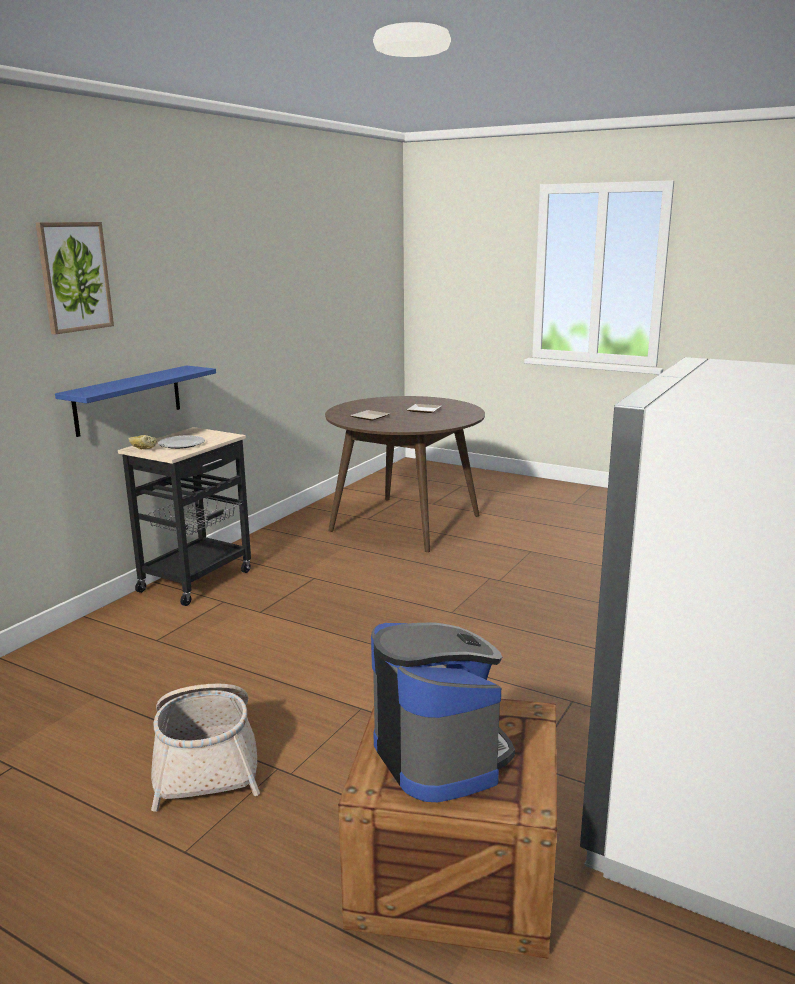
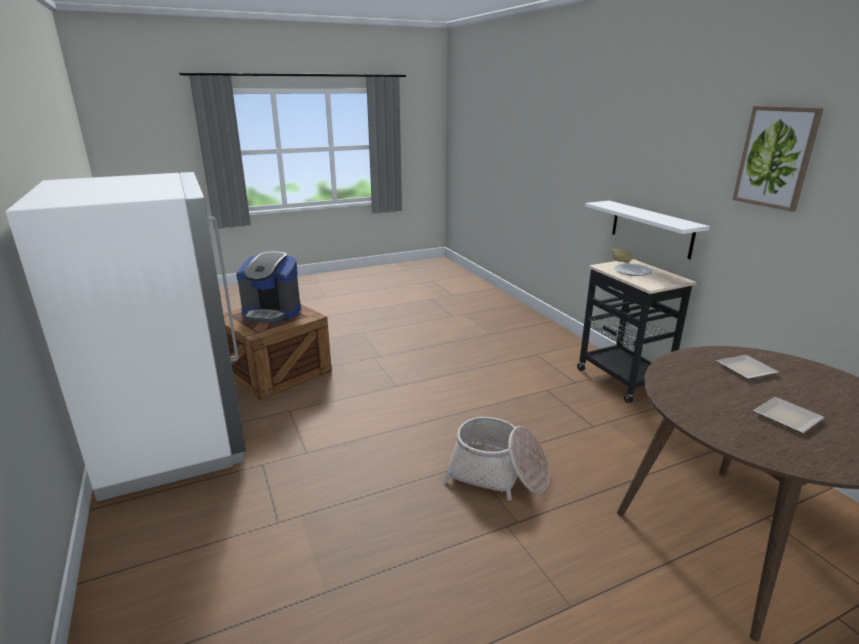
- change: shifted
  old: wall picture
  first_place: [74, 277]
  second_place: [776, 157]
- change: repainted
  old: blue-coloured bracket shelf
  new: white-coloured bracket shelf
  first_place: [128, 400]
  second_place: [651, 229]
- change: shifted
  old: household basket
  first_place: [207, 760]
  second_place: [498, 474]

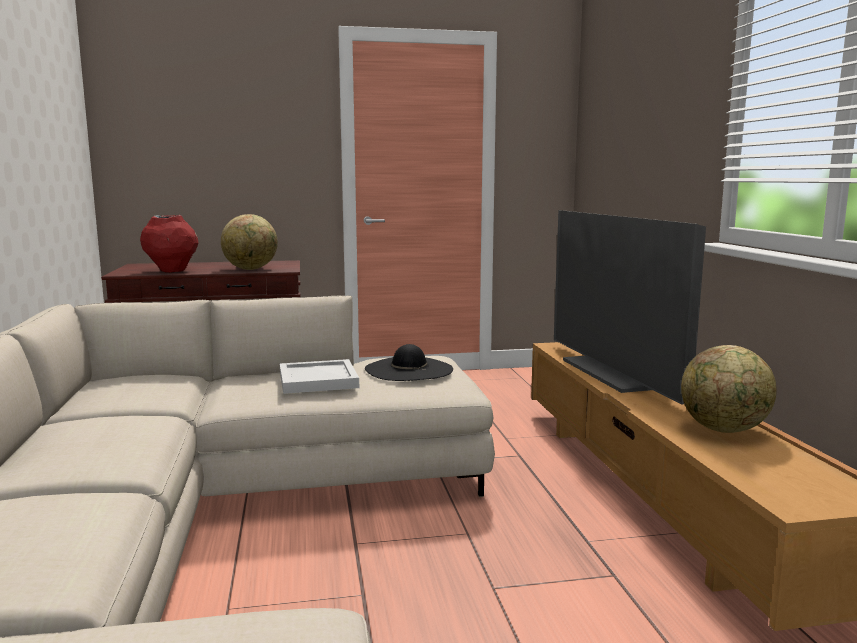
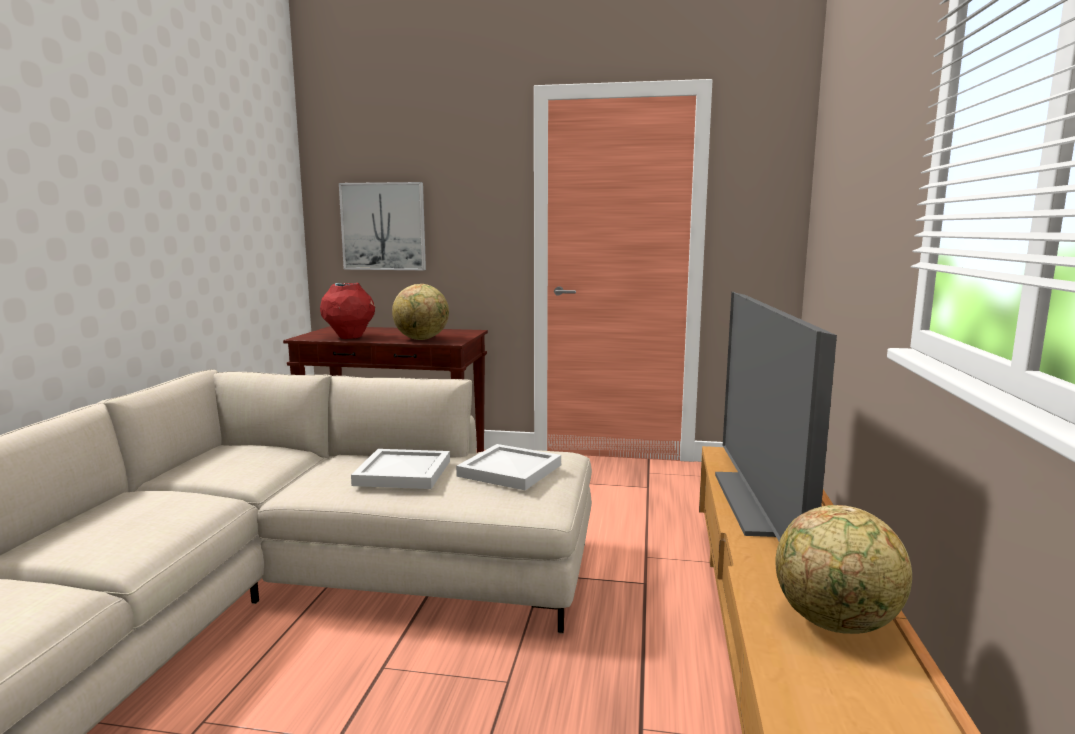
- change: swapped
  old: blackish hat
  new: white-coloured tray
  first_place: [408, 369]
  second_place: [509, 470]
- change: new
  new: wall picture
  second_place: [383, 226]

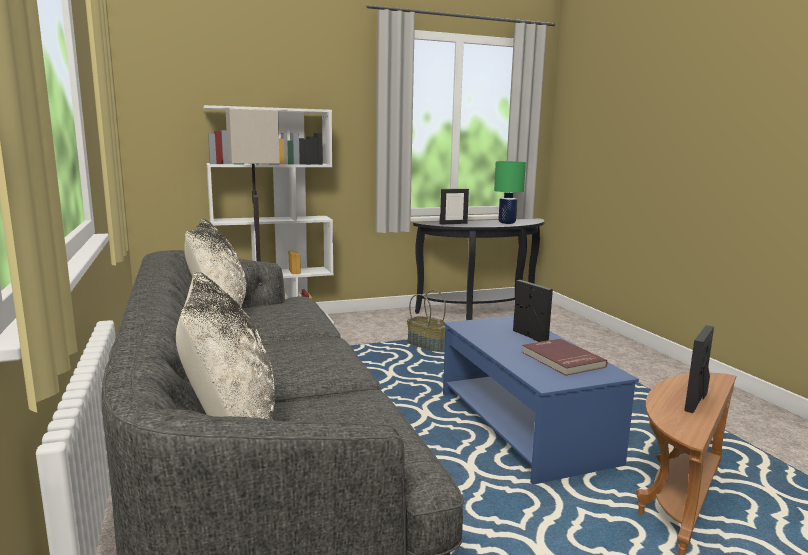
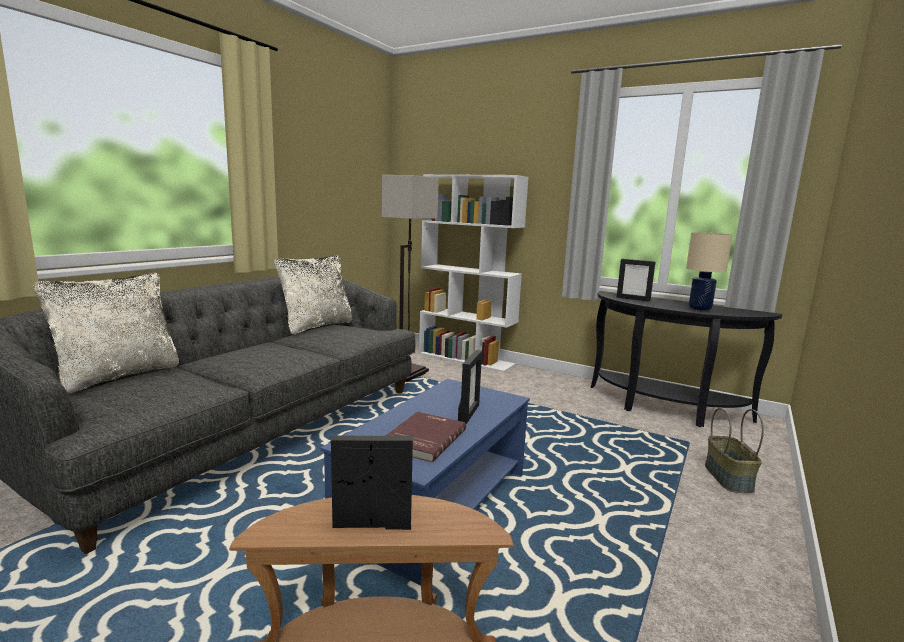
- change: repainted
  old: green-coloured table lamp
  new: beige table lamp
  first_place: [506, 223]
  second_place: [699, 309]
- change: shifted
  old: household basket
  first_place: [428, 345]
  second_place: [729, 478]

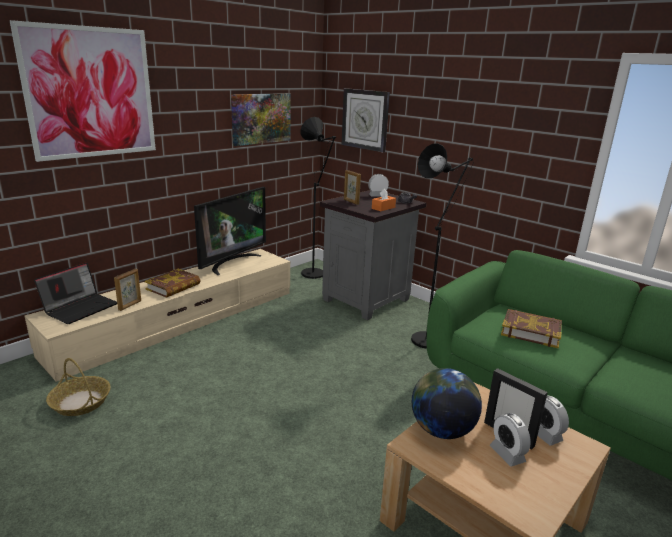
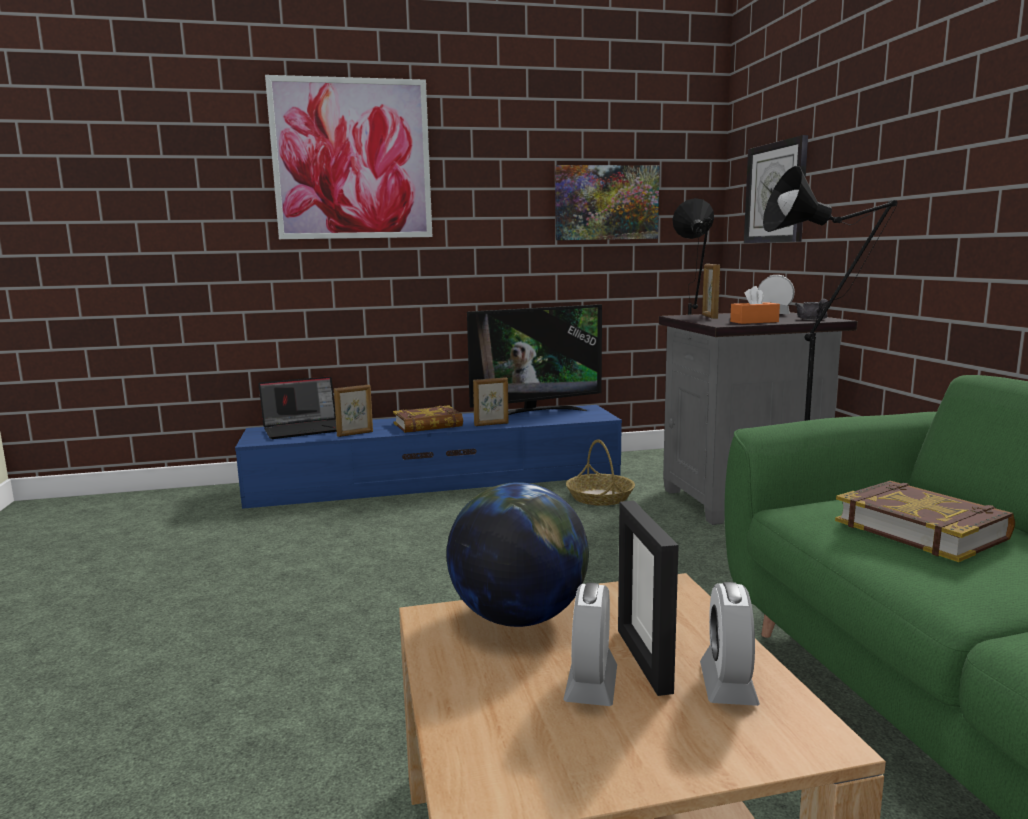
- change: repainted
  old: beige tv unit
  new: blue-coloured tv unit
  first_place: [178, 320]
  second_place: [436, 479]
- change: shifted
  old: household basket
  first_place: [80, 402]
  second_place: [599, 497]
- change: new
  new: picture frame
  second_place: [491, 424]

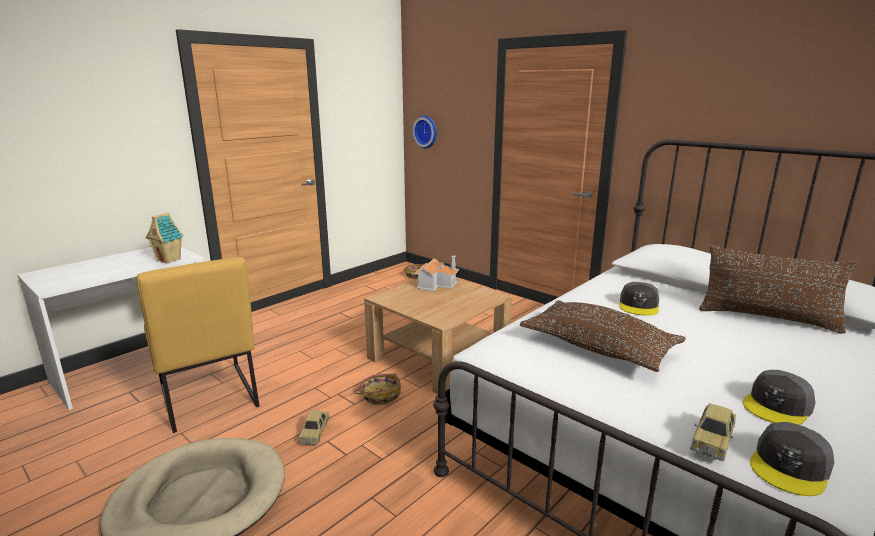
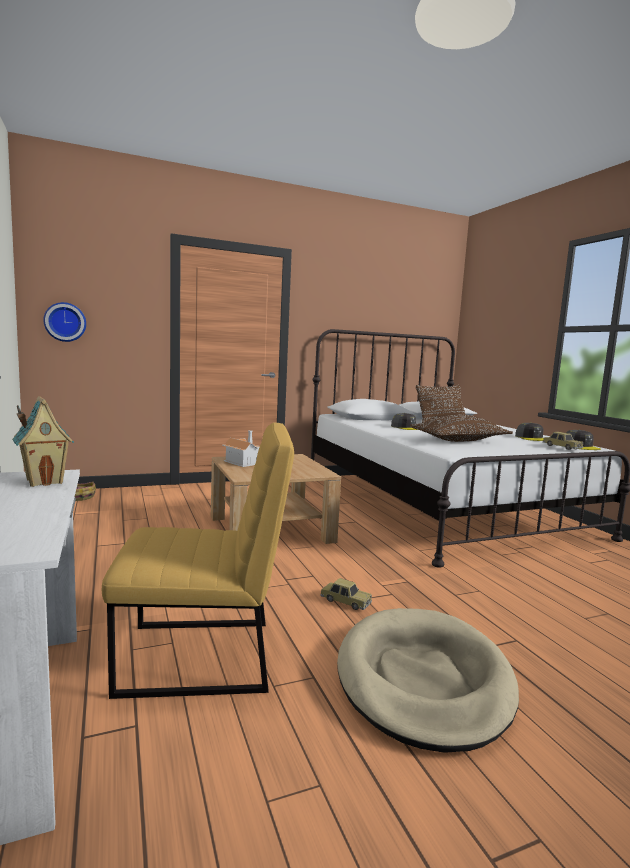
- change: gone
  old: household basket
  first_place: [380, 395]

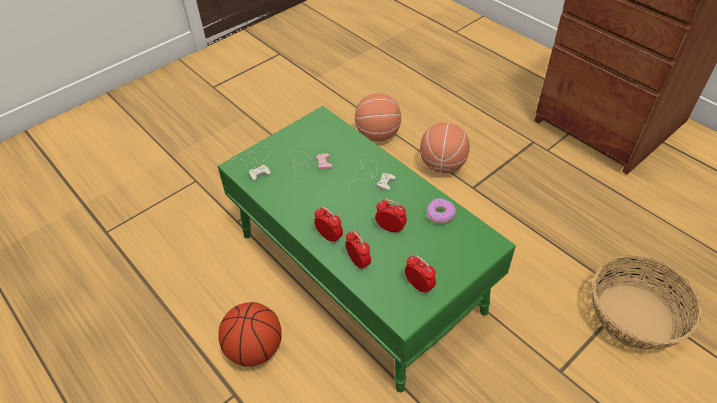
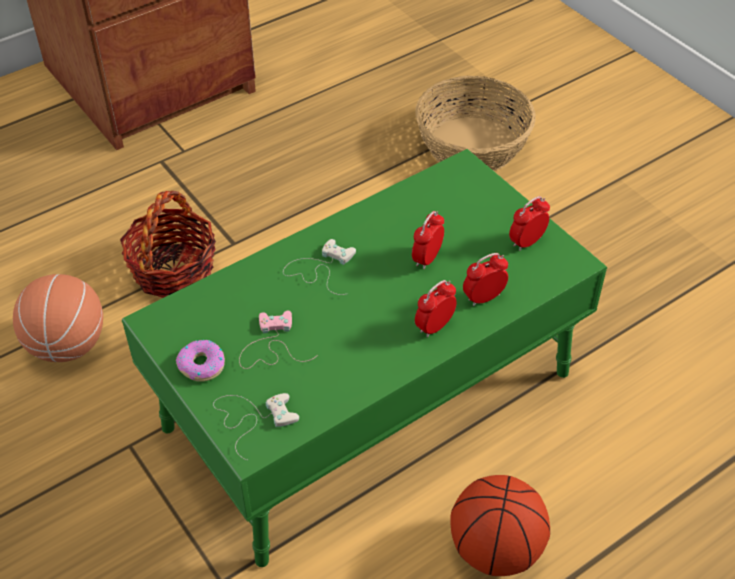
- change: swapped
  old: ball for basketball
  new: household basket
  first_place: [442, 165]
  second_place: [173, 270]
- change: shifted
  old: donut
  first_place: [440, 214]
  second_place: [201, 365]

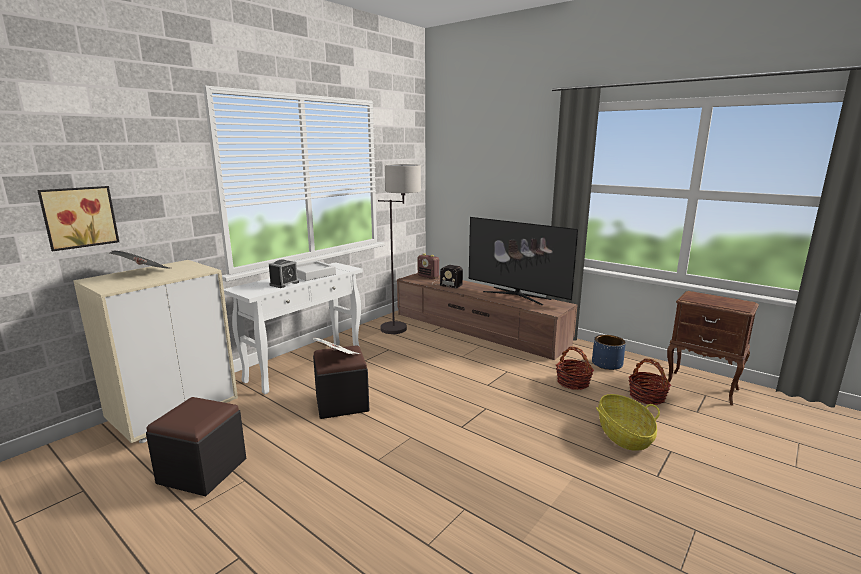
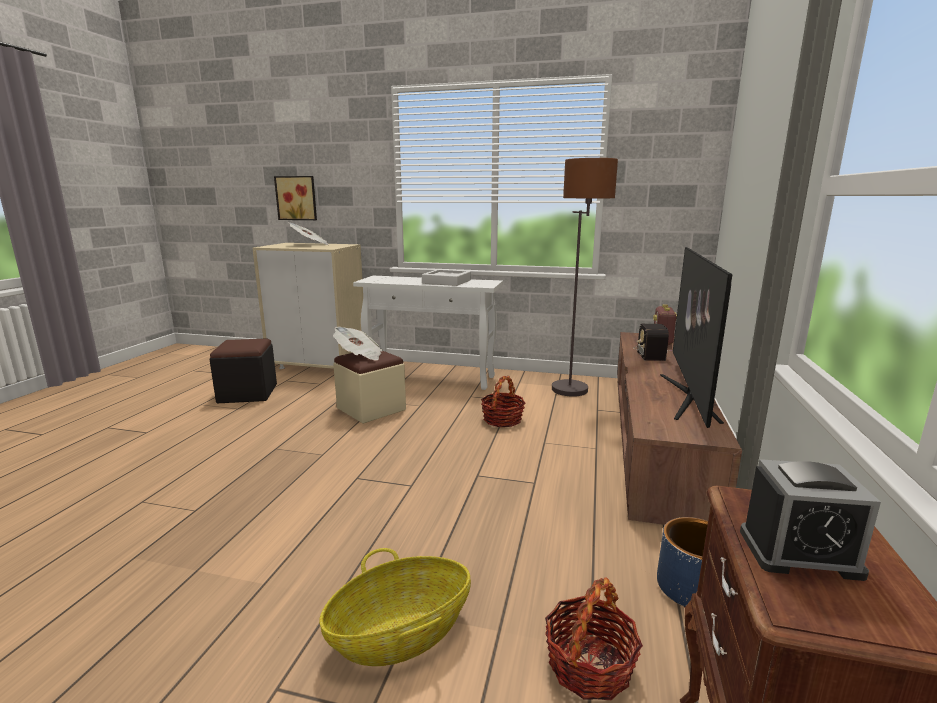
- change: repainted
  old: greyish standing lamp
  new: brown standing lamp
  first_place: [401, 330]
  second_place: [574, 393]
- change: shifted
  old: table clock
  first_place: [284, 284]
  second_place: [799, 553]
- change: repainted
  old: blackish ottoman
  new: beige ottoman
  first_place: [342, 403]
  second_place: [371, 409]
- change: shifted
  old: household basket
  first_place: [573, 382]
  second_place: [502, 420]

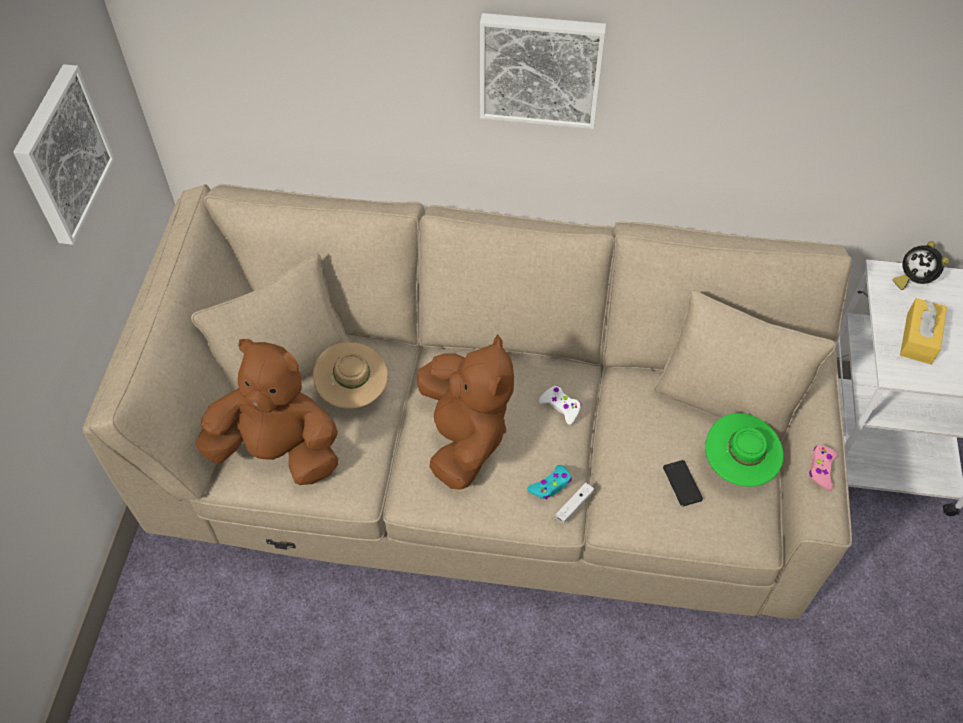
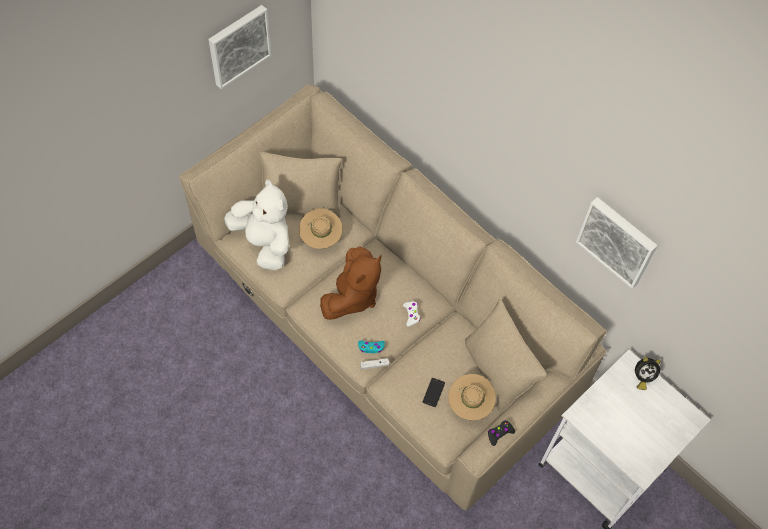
- change: shifted
  old: wall picture
  first_place: [540, 68]
  second_place: [617, 241]
- change: rotated
  old: table clock
  first_place: [912, 280]
  second_place: [642, 377]
  degrees: -90
- change: gone
  old: yellowish box of tissues
  first_place: [919, 338]
- change: repainted
  old: brown cuddly toy
  new: white-coloured cuddly toy
  first_place: [278, 451]
  second_place: [264, 243]
- change: repainted
  old: green-coloured hat
  new: beige hat
  first_place: [738, 465]
  second_place: [469, 404]
- change: repainted
  old: pinkish game controller
  new: blackish game controller
  first_place: [821, 469]
  second_place: [499, 433]

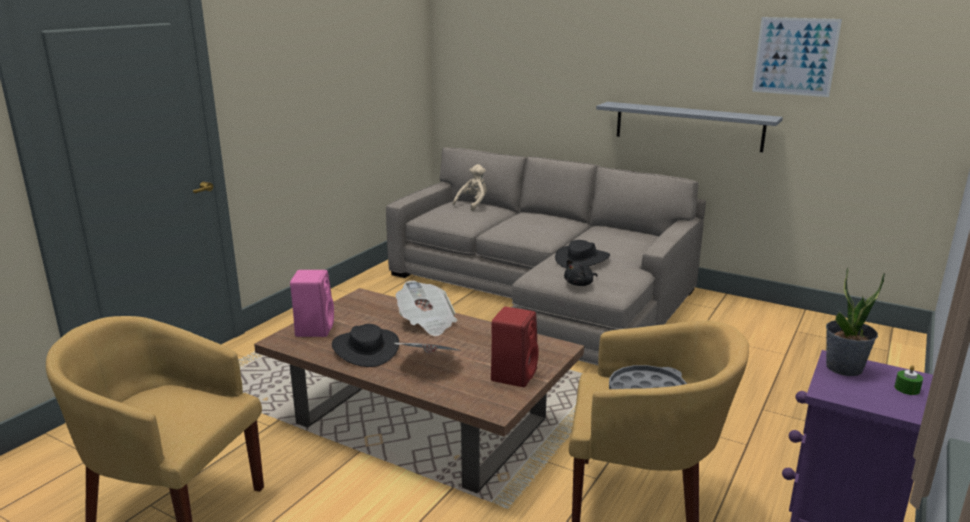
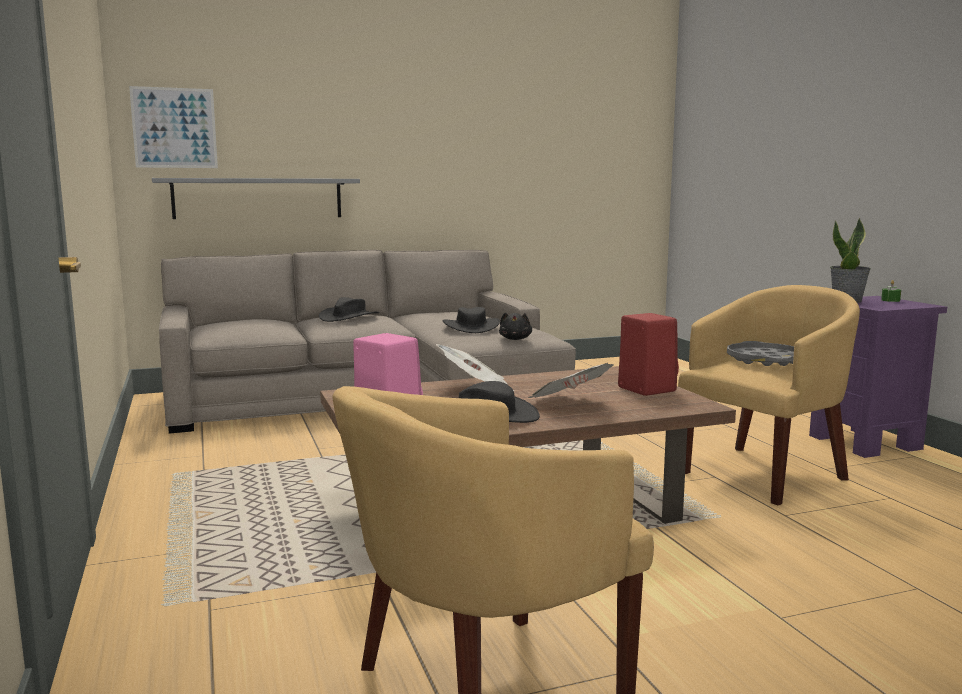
- change: shifted
  old: wall picture
  first_place: [795, 56]
  second_place: [174, 128]
- change: shifted
  old: greyish bracket shelf
  first_place: [688, 126]
  second_place: [258, 198]
- change: gone
  old: beige cuddly toy
  first_place: [473, 204]
- change: new
  new: blackish hat
  second_place: [349, 317]

